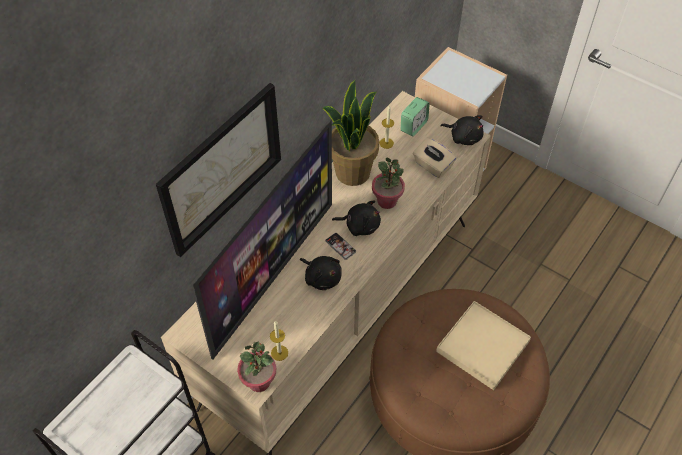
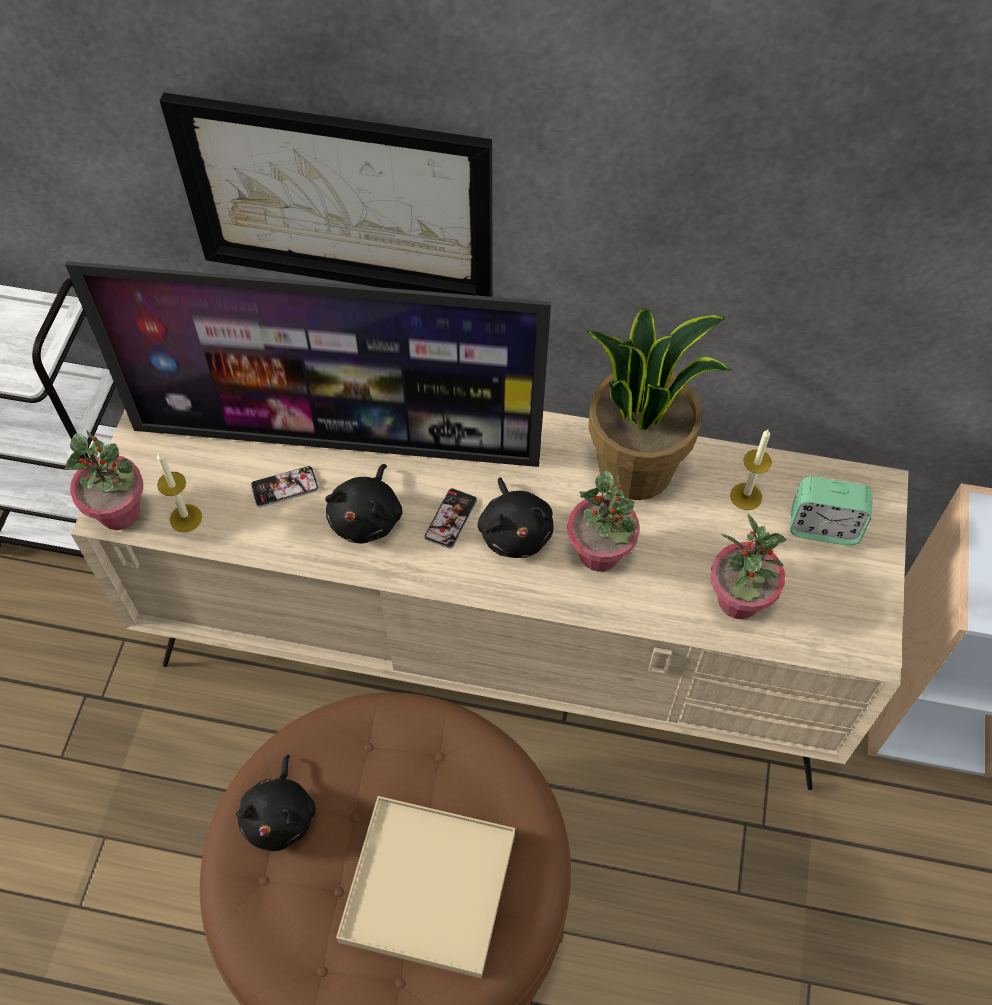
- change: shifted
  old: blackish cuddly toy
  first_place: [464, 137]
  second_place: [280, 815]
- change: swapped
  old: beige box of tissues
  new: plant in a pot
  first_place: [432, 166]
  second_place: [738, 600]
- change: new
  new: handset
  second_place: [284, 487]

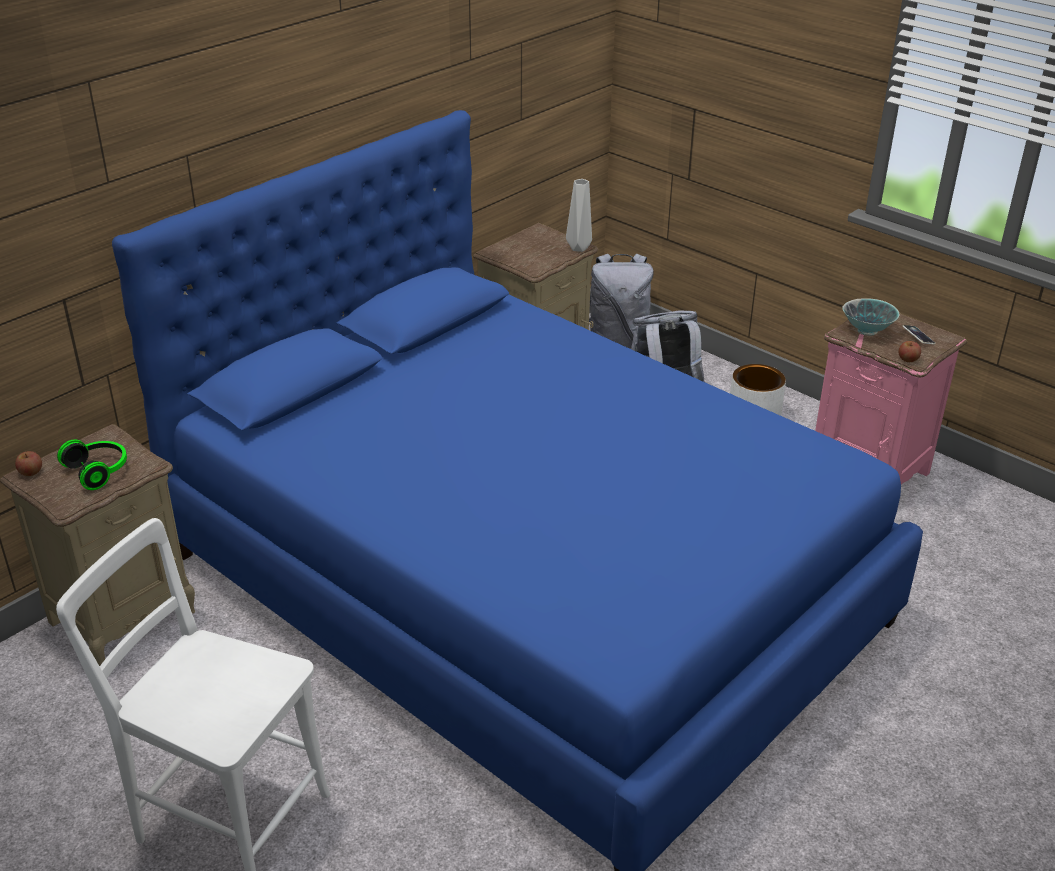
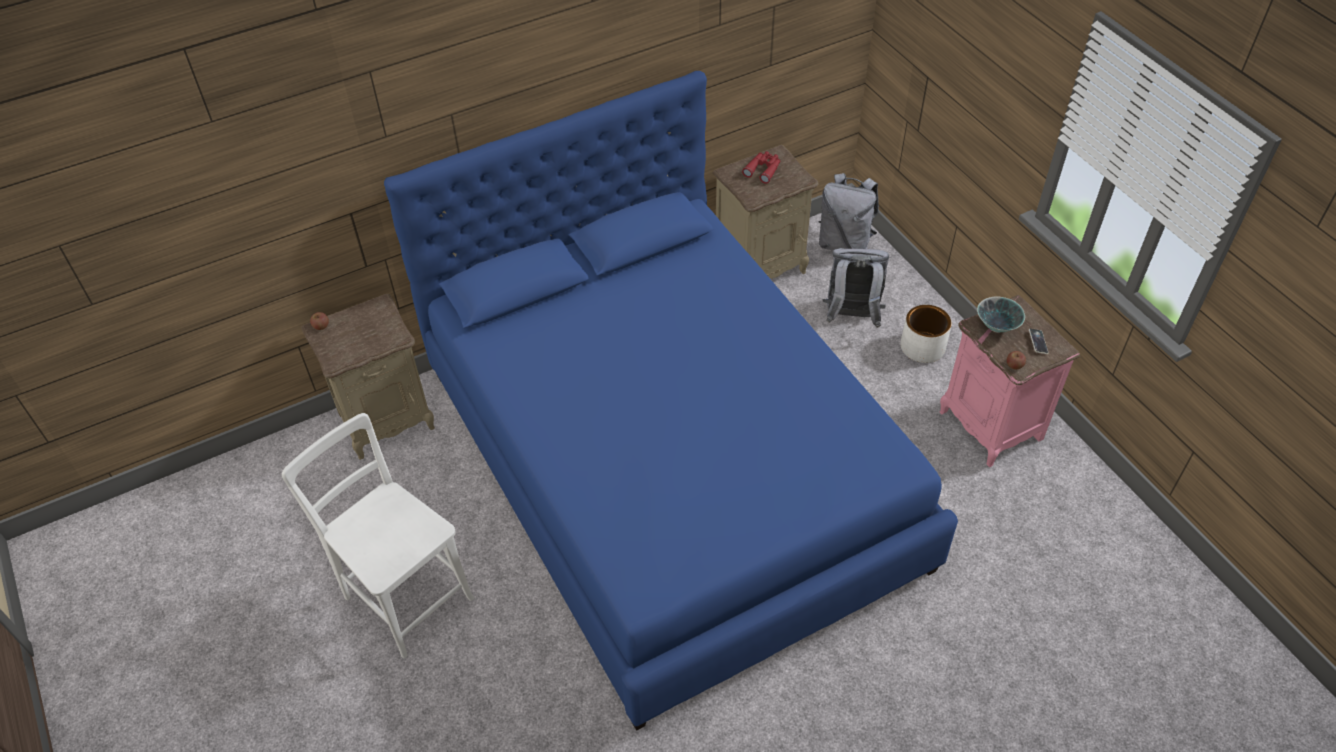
- change: gone
  old: greyish vase
  first_place: [580, 248]
- change: gone
  old: headset
  first_place: [99, 471]
- change: new
  new: reddish field glasses
  second_place: [763, 169]

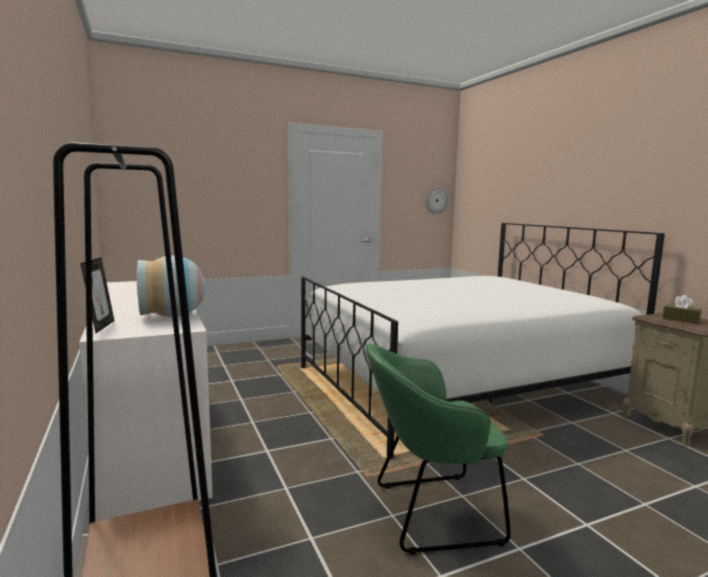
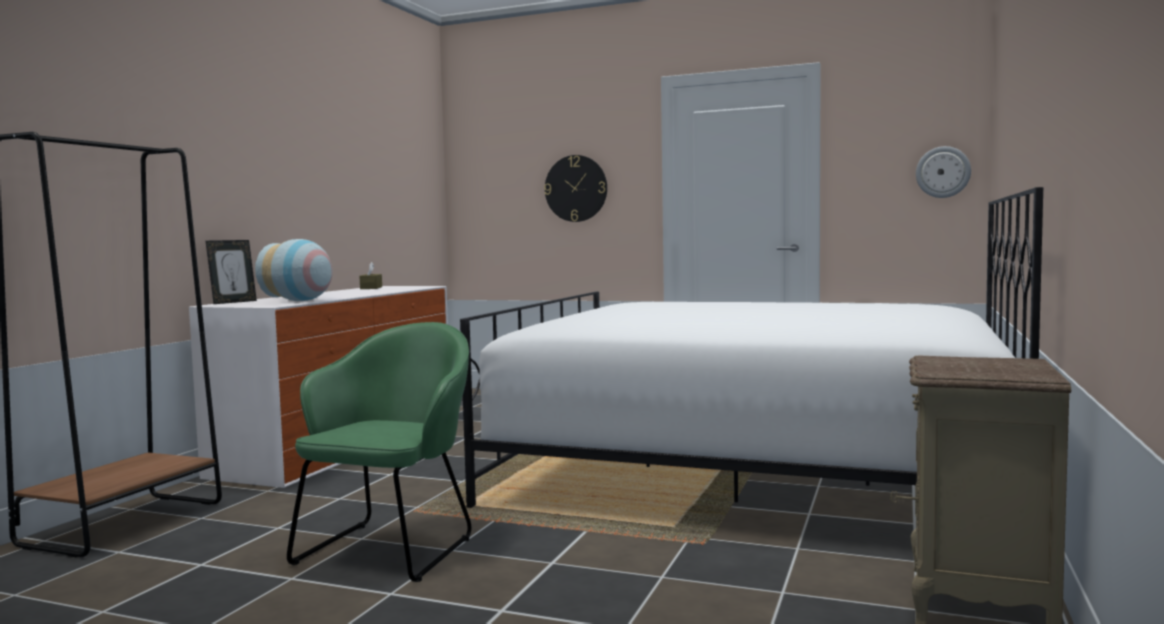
- change: shifted
  old: brown box of tissues
  first_place: [680, 319]
  second_place: [371, 288]
- change: rotated
  old: green-coloured armchair
  first_place: [429, 512]
  second_place: [393, 547]
  degrees: 75
- change: new
  new: hanging clock
  second_place: [576, 188]

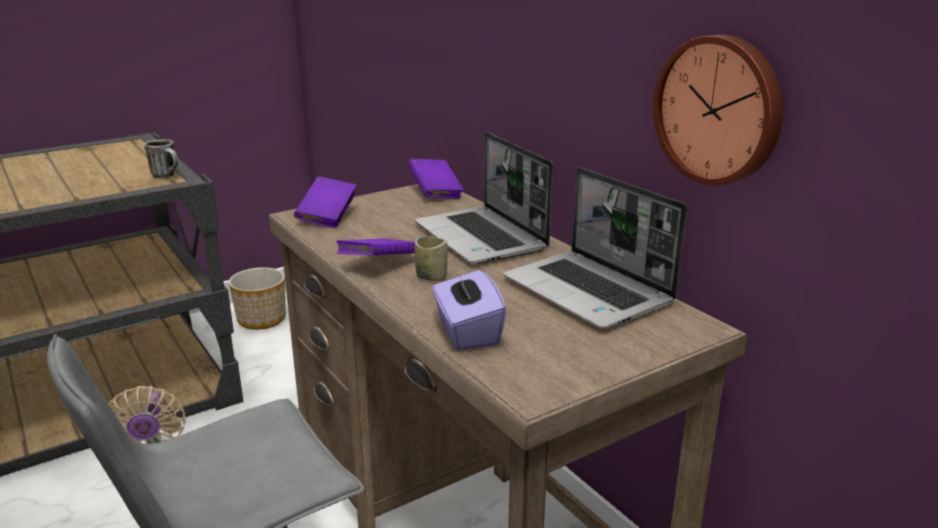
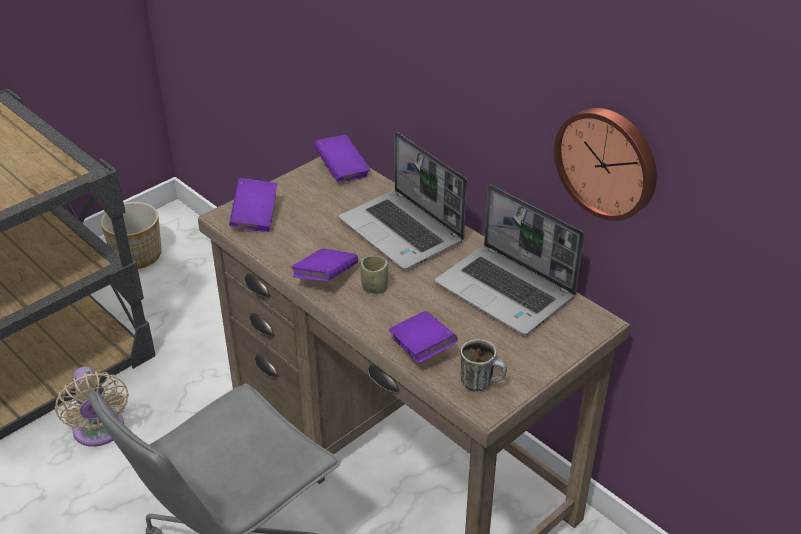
- change: shifted
  old: mug
  first_place: [167, 176]
  second_place: [482, 383]
- change: swapped
  old: purplish box of tissues
  new: purplish bound book
  first_place: [467, 332]
  second_place: [422, 349]

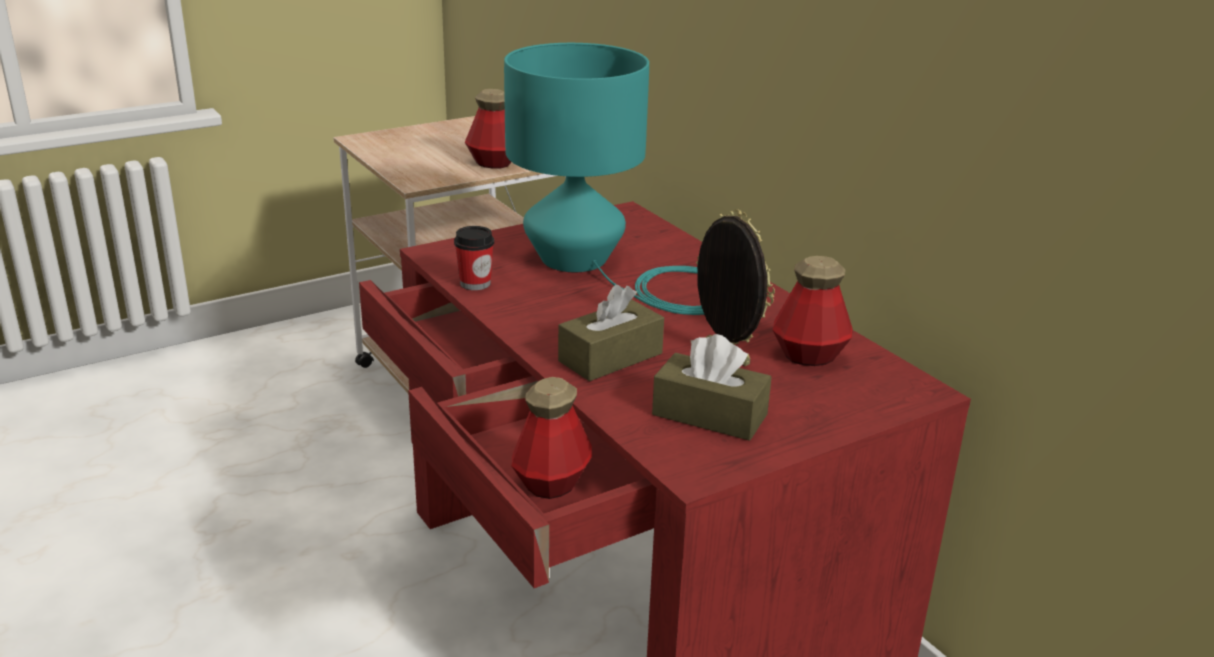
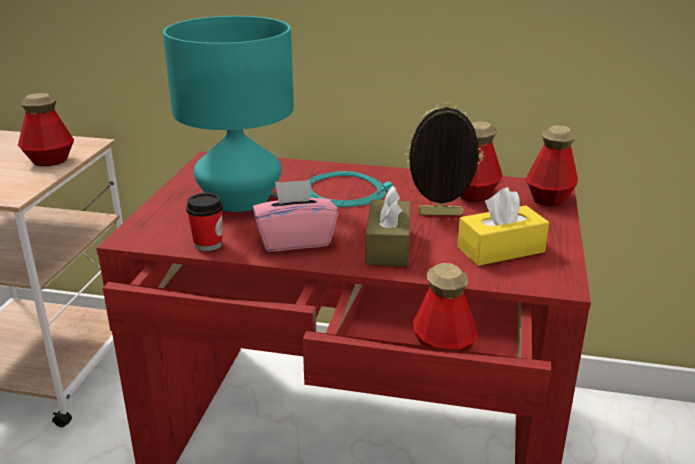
- change: repainted
  old: brown box of tissues
  new: yellowish box of tissues
  first_place: [709, 415]
  second_place: [500, 249]
- change: new
  new: bottle
  second_place: [549, 199]
- change: new
  new: pinkish box of tissues
  second_place: [295, 240]

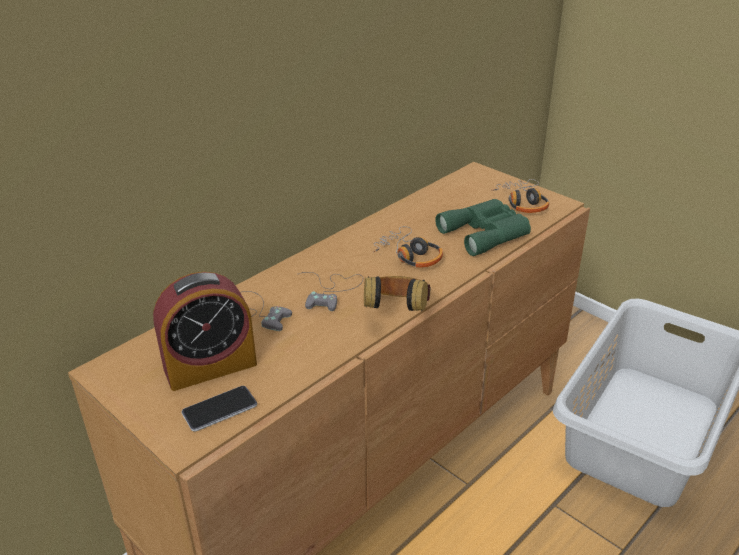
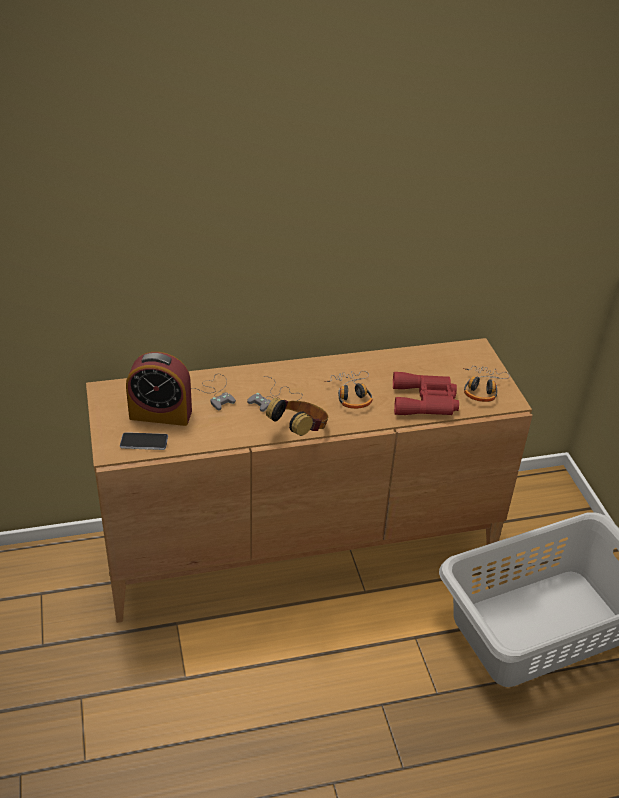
- change: repainted
  old: green-coloured field glasses
  new: reddish field glasses
  first_place: [487, 232]
  second_place: [426, 401]

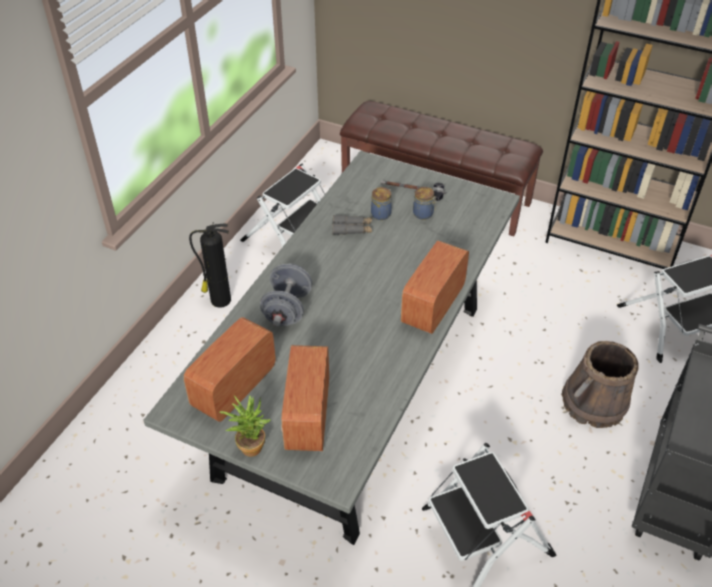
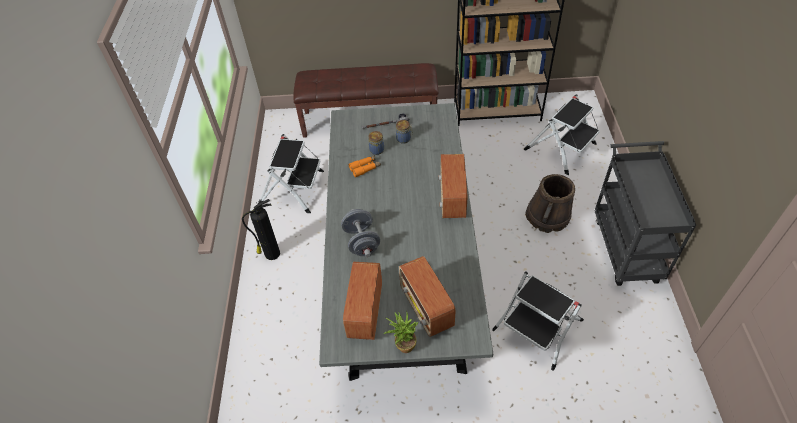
- change: repainted
  old: greyish field glasses
  new: orange field glasses
  first_place: [352, 229]
  second_place: [365, 168]

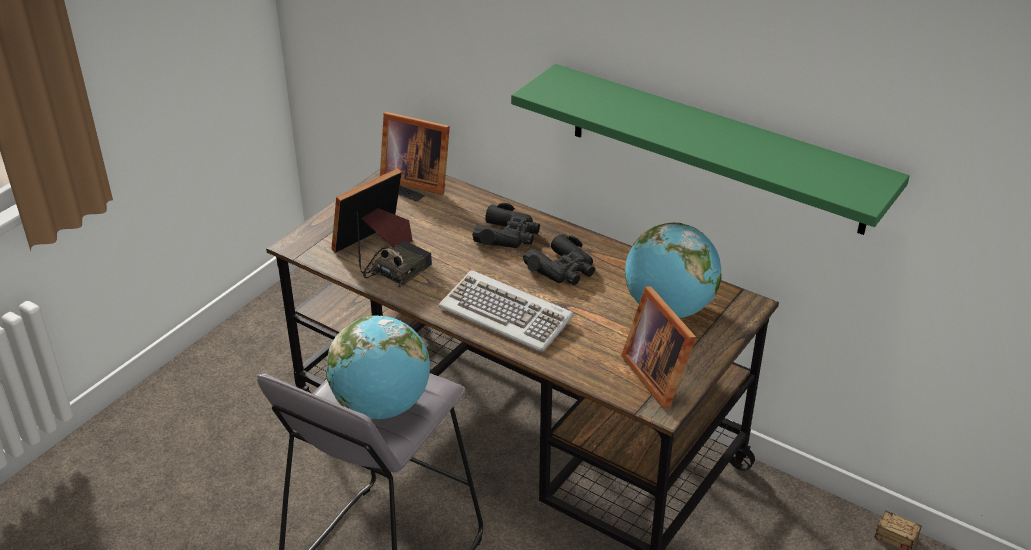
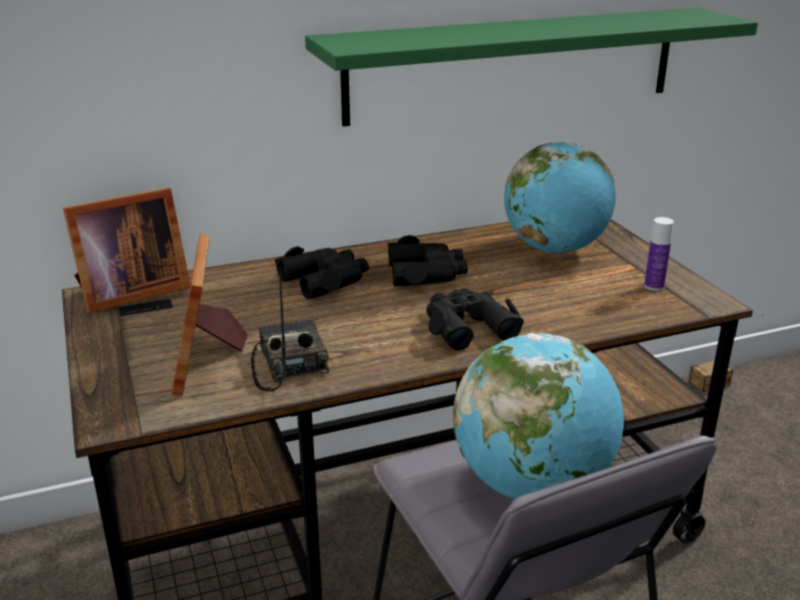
- change: swapped
  old: PC keyboard
  new: blackish field glasses
  first_place: [506, 314]
  second_place: [467, 326]
- change: swapped
  old: picture frame
  new: bottle
  first_place: [658, 374]
  second_place: [654, 286]

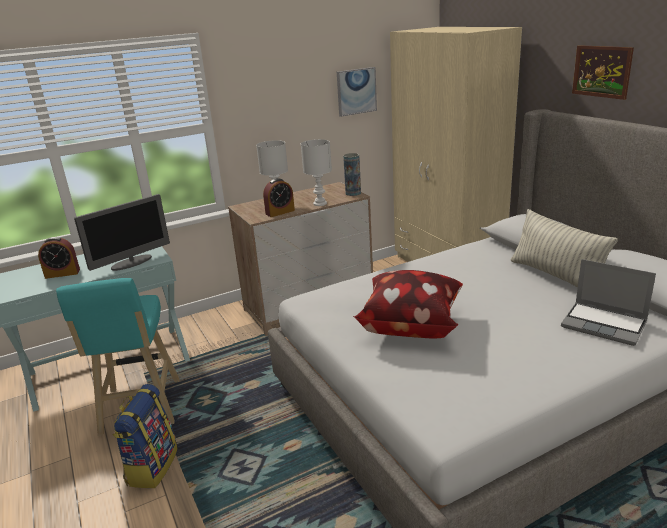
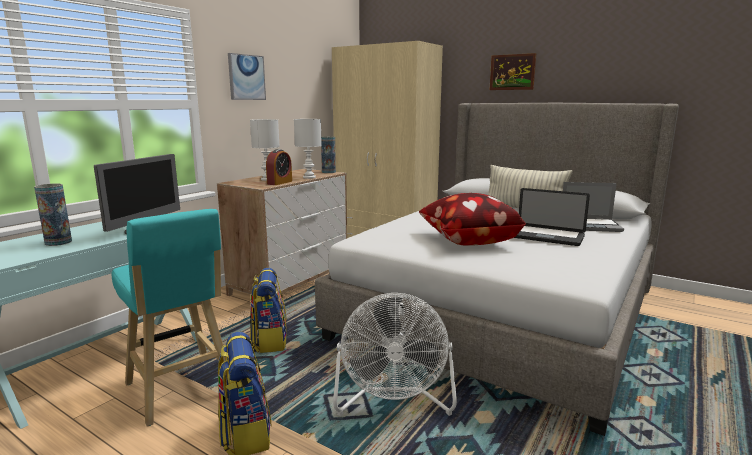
- change: shifted
  old: wall picture
  first_place: [356, 91]
  second_place: [246, 77]
- change: swapped
  old: table clock
  new: vase
  first_place: [62, 273]
  second_place: [58, 242]
- change: new
  new: portable computer
  second_place: [546, 237]
- change: new
  new: backpack
  second_place: [269, 340]
- change: new
  new: white-coloured cooling fan
  second_place: [389, 400]

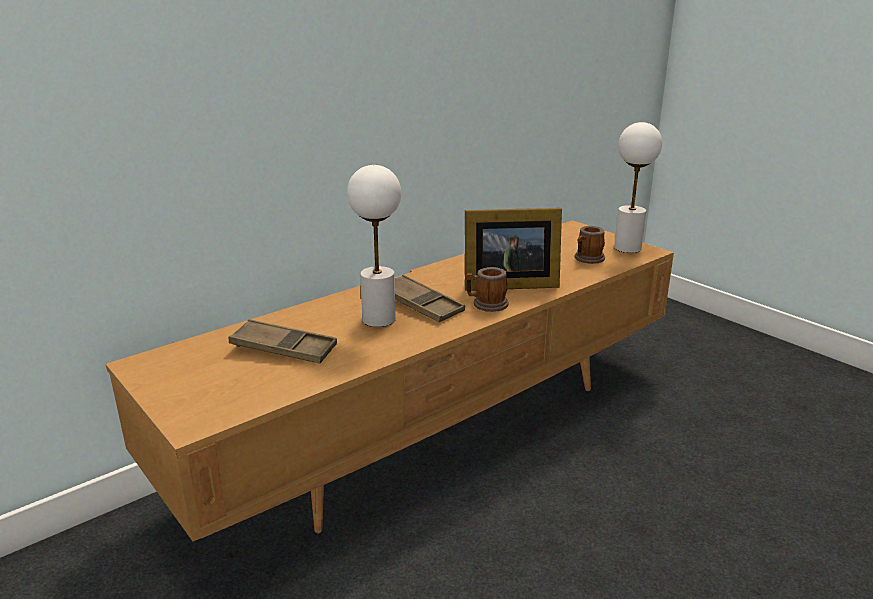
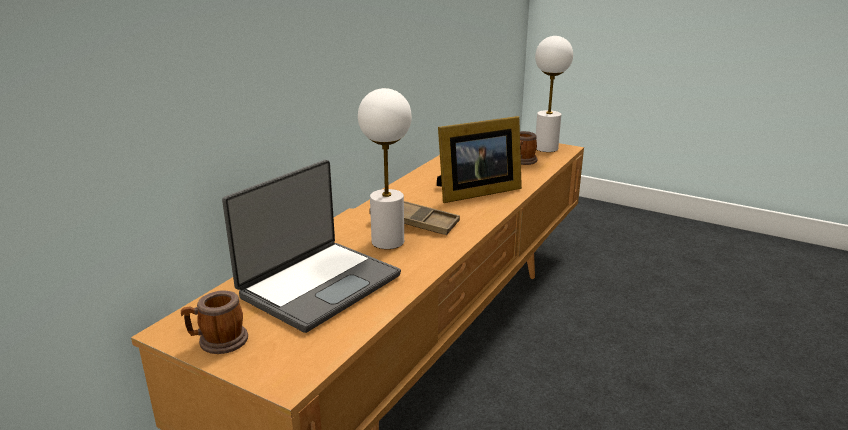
- change: shifted
  old: mug
  first_place: [486, 304]
  second_place: [218, 341]
- change: swapped
  old: brown tray
  new: portable computer
  first_place: [284, 348]
  second_place: [318, 285]

